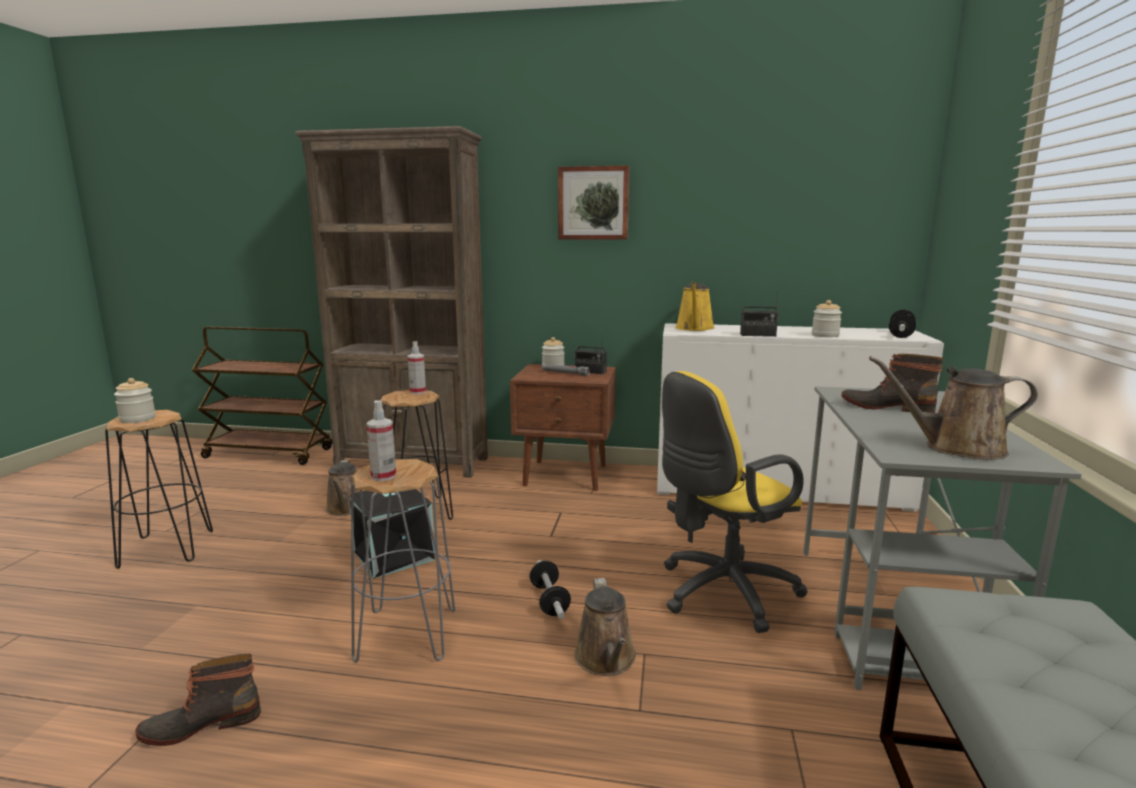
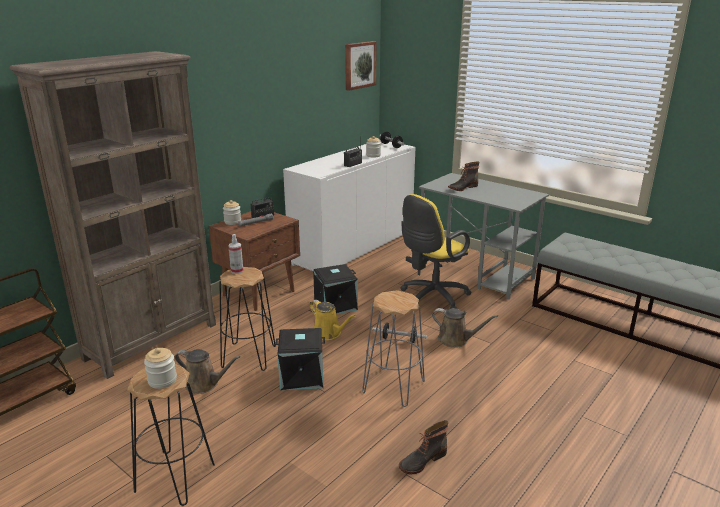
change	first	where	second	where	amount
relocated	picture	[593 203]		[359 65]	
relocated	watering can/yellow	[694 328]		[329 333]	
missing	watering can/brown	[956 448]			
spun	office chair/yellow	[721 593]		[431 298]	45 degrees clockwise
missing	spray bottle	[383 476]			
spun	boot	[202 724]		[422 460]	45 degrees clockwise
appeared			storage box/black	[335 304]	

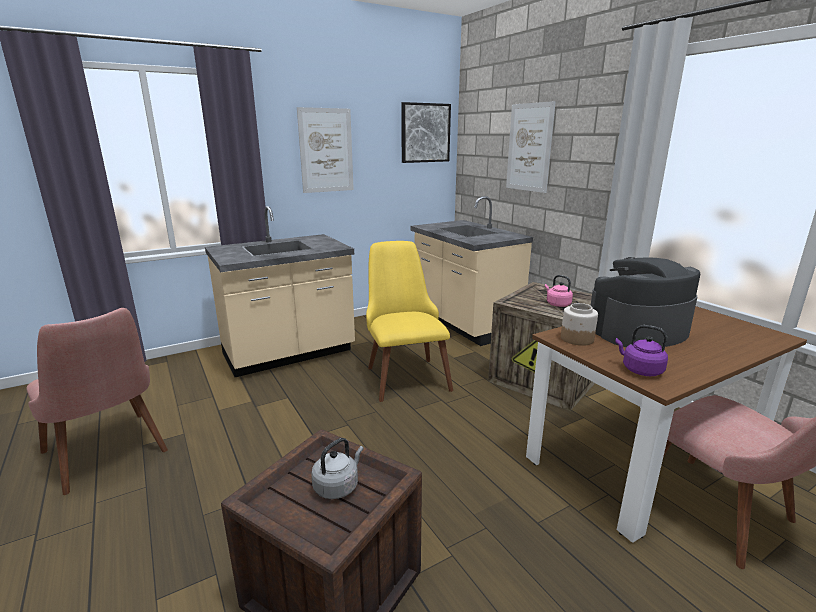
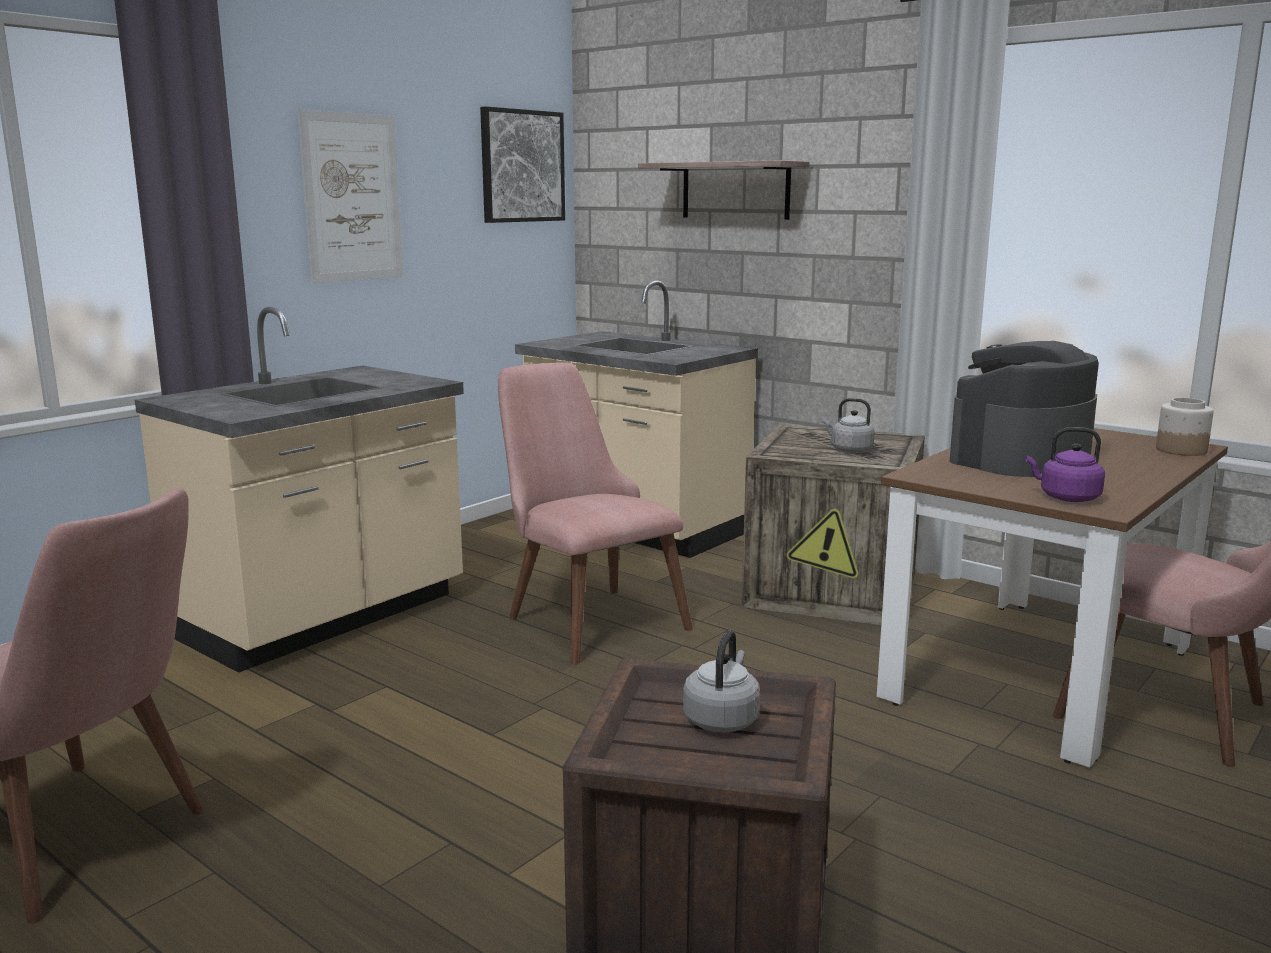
change	first	where	second	where	amount
exchanged	picture	[529 147]	shelf	[735 190]	
colour	chair/yellow	[404 373]	chair/pink	[584 616]	
colour	kettle/pink	[557 304]	kettle/grey	[849 449]	
relocated	jar	[576 339]		[1180 450]	

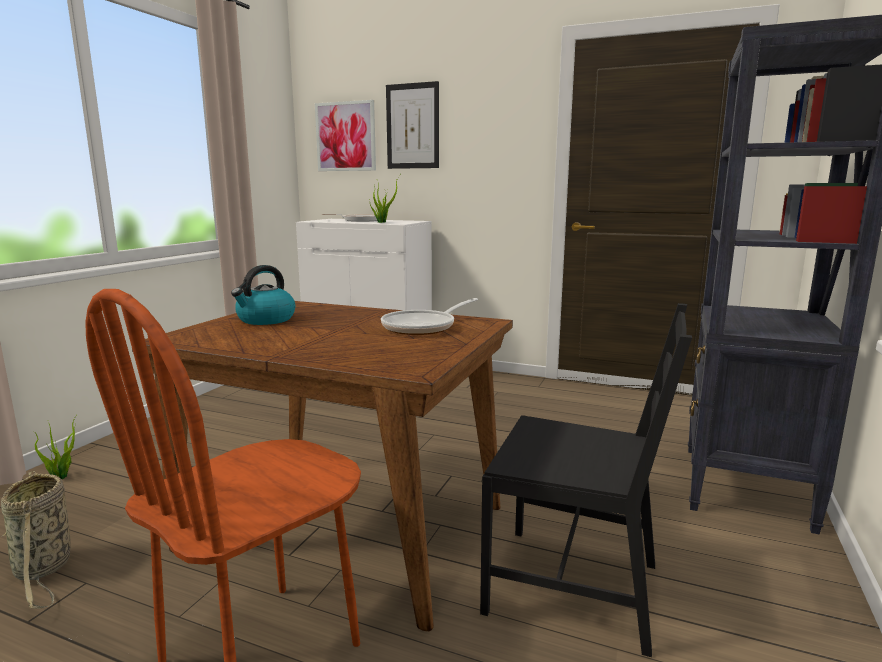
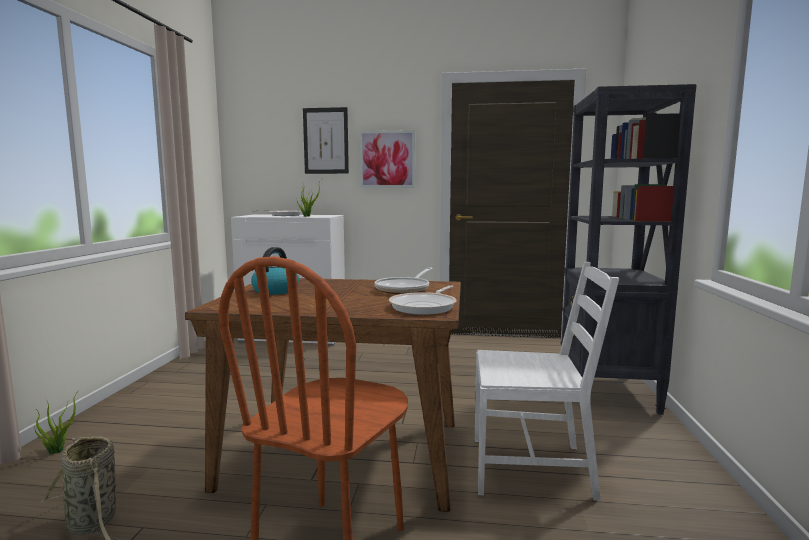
change	first	where	second	where	amount
relocated	picture	[346 136]		[387 159]	
colour	chair/black	[575 586]	chair/white	[531 467]	
appeared			frying pan	[425 307]	

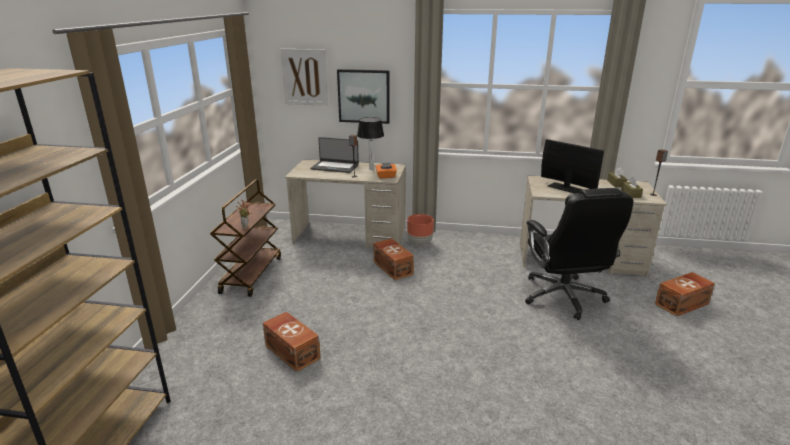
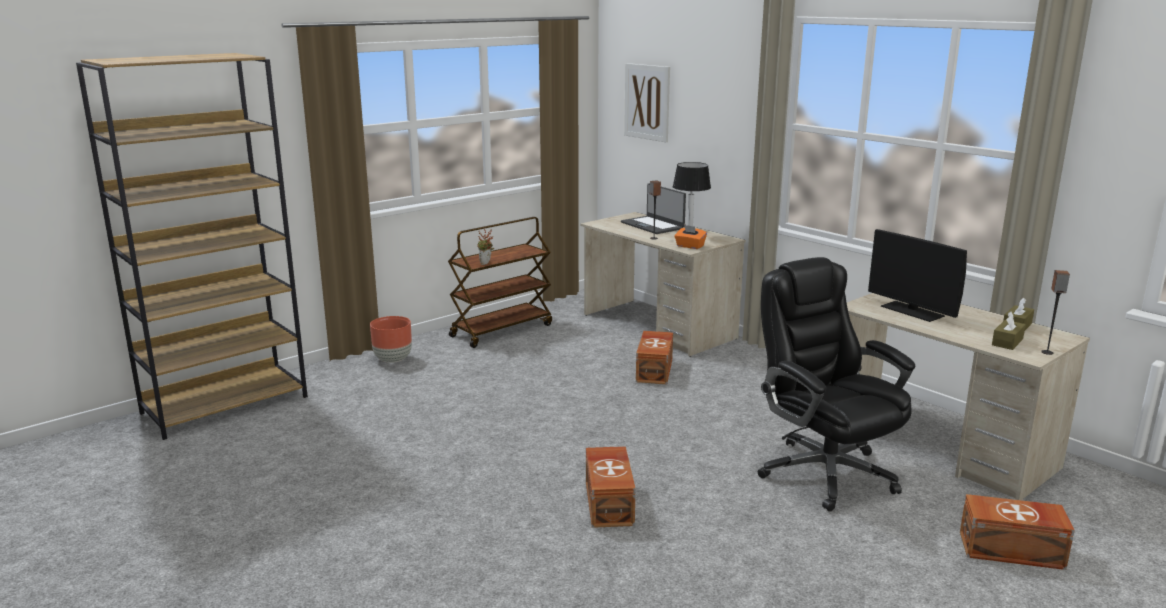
change	first	where	second	where	amount
missing	picture	[364 96]			
spun	monitor	[566 188]		[912 311]	150 degrees clockwise
spun	office chair/black	[563 297]		[824 472]	120 degrees clockwise
relocated	planter/brown	[420 243]		[393 360]	
relocated	storage box/brown	[292 351]		[610 502]	

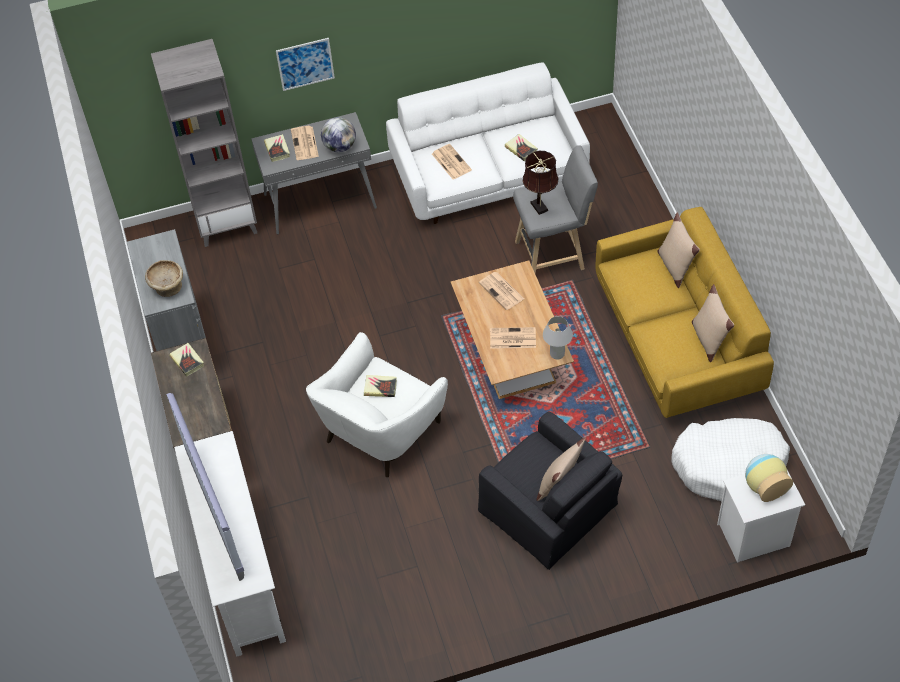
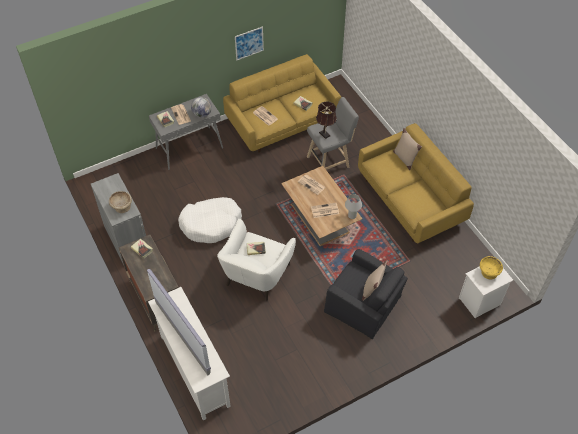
change	first	where	second	where	amount
relocated	picture	[305 64]		[249 43]	
missing	bookcase/grey	[227 223]			
colour	sofa/white	[489 176]	sofa/yellow	[283 122]	
missing	pillow/beige	[708 339]			
relocated	dog bed/white	[729 465]		[211 224]	
exchanged	vase	[764 485]	bowl/yellow	[488 272]	

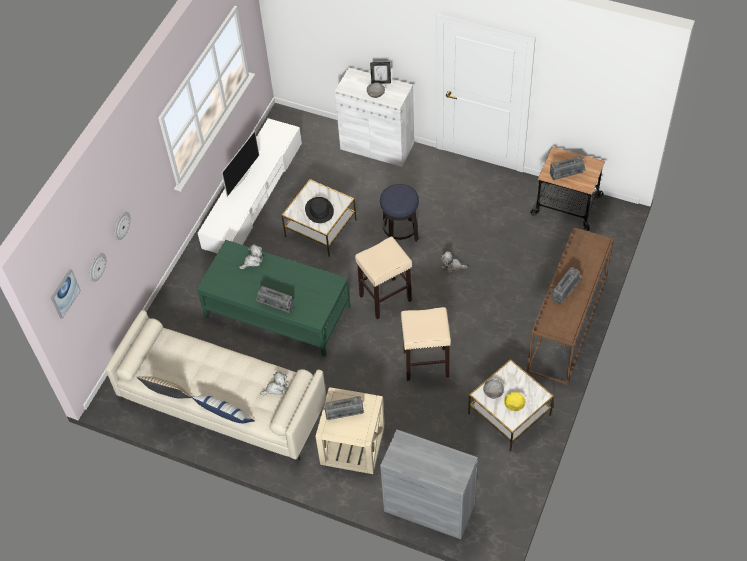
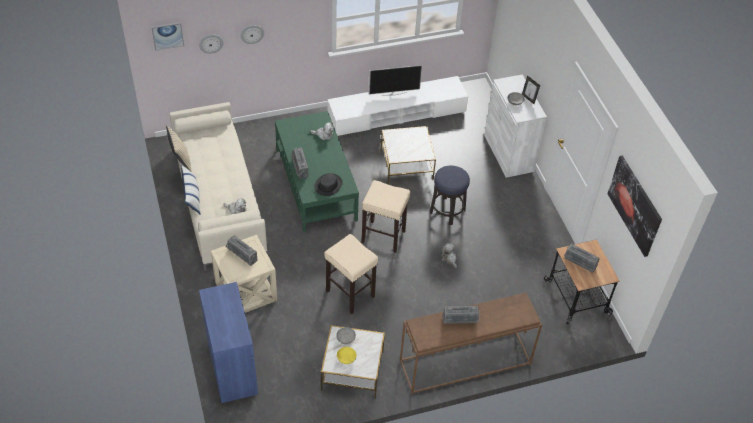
change	first	where	second	where	amount
relocated	hat/black	[319 210]		[328 185]	
colour	cabinet/grey	[429 507]	cabinet/blue	[232 367]	
appeared			picture	[635 205]	

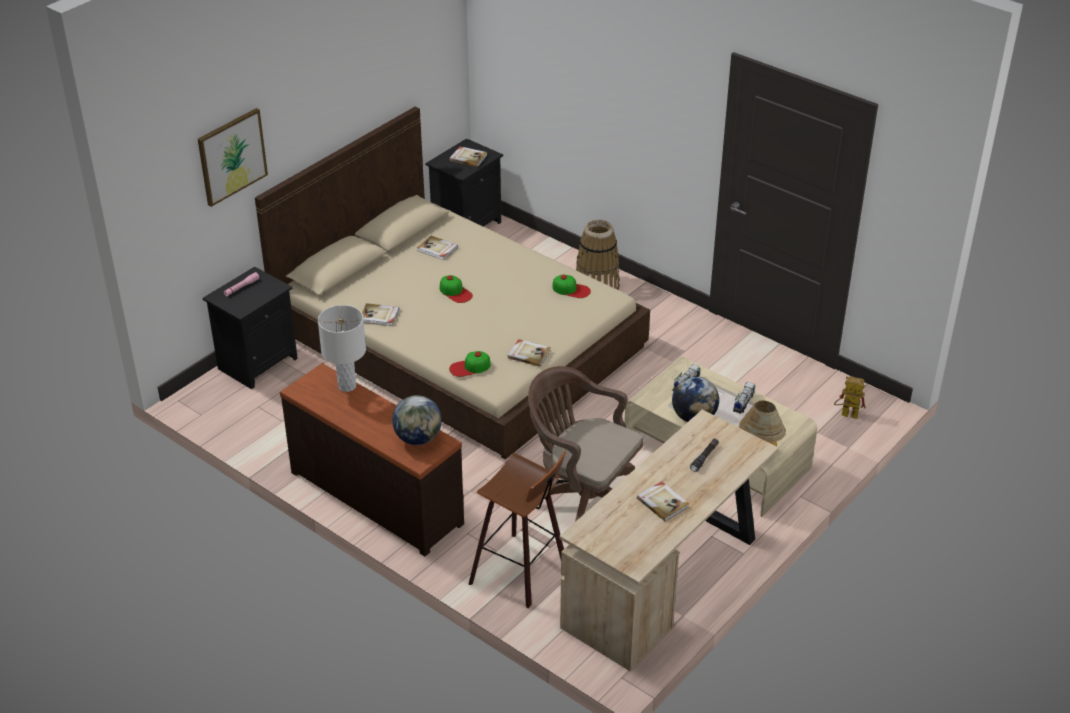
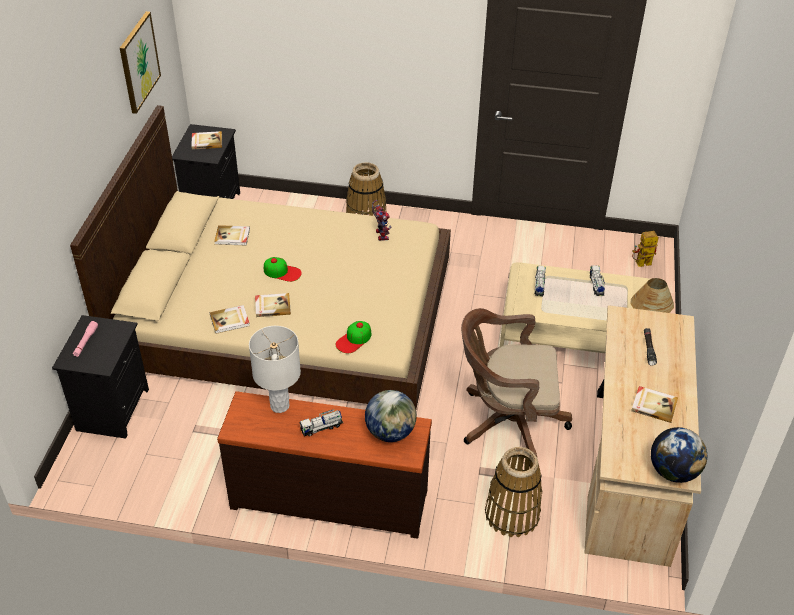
change	first	where	second	where	amount
relocated	picture	[232 156]		[139 62]	
exchanged	cap	[571 289]	toy robot	[380 234]	
relocated	book	[529 354]		[272 306]	
relocated	globe	[694 417]		[673 471]	
exchanged	stool	[522 572]	basket	[512 514]	
appeared			toy truck	[321 427]	

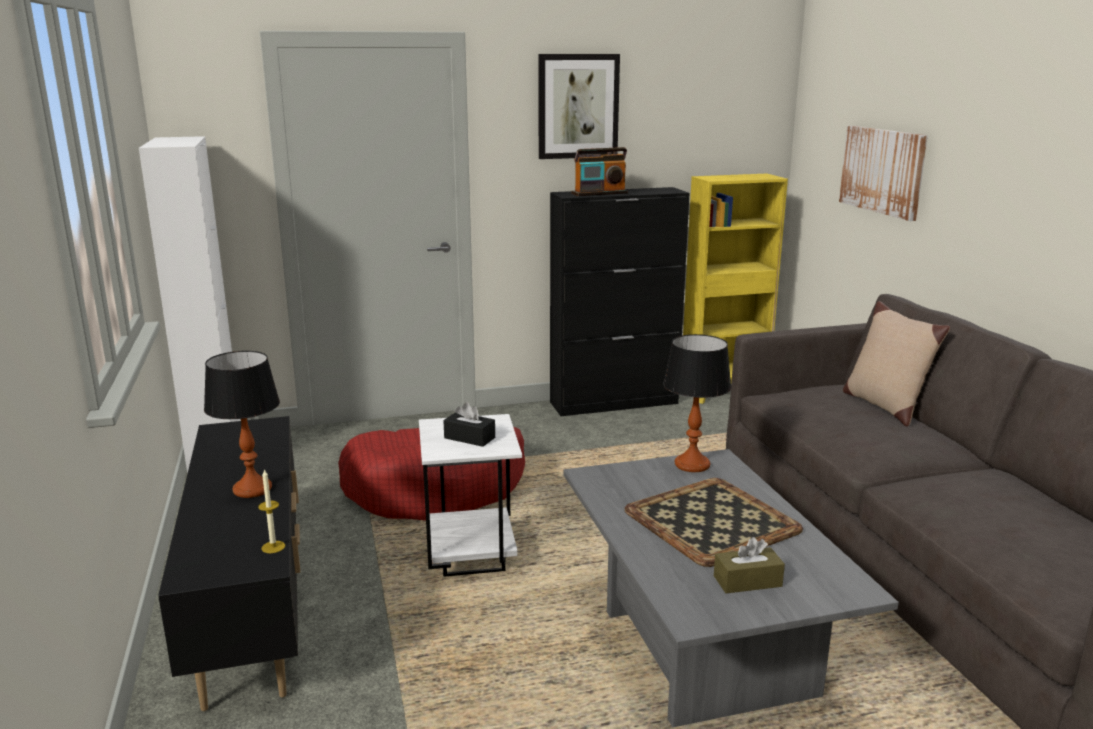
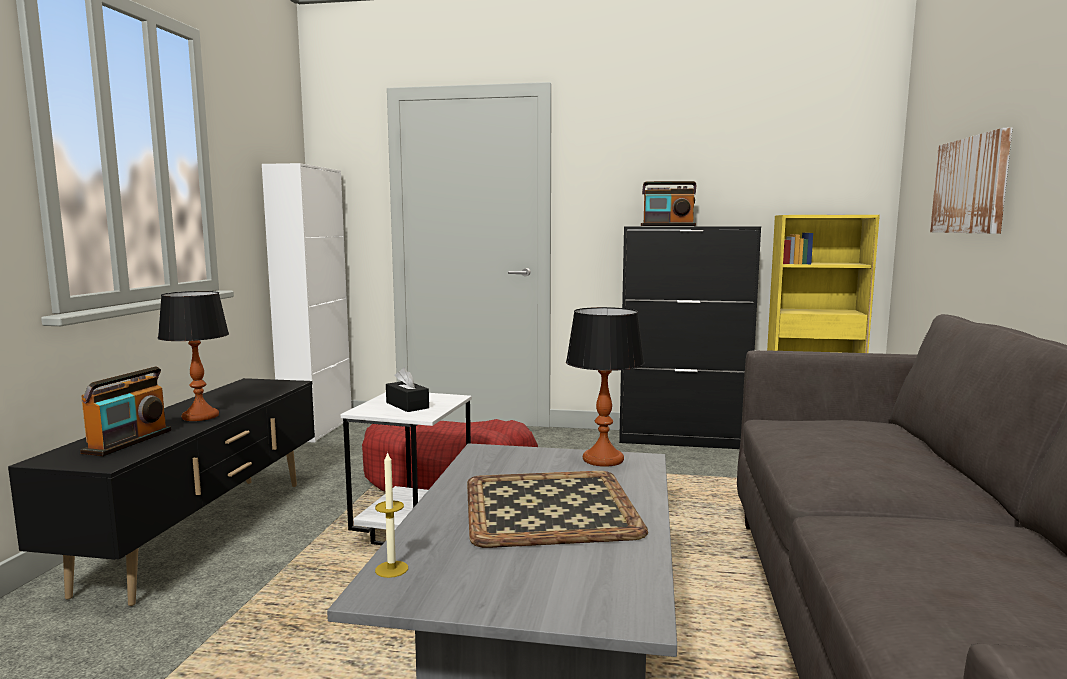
change	first	where	second	where	amount
missing	picture	[578 106]			
missing	pillow/beige	[884 406]			
relocated	candle	[273 547]		[391 569]	
missing	tissue box/brown	[747 581]			
appeared			radio	[128 441]	

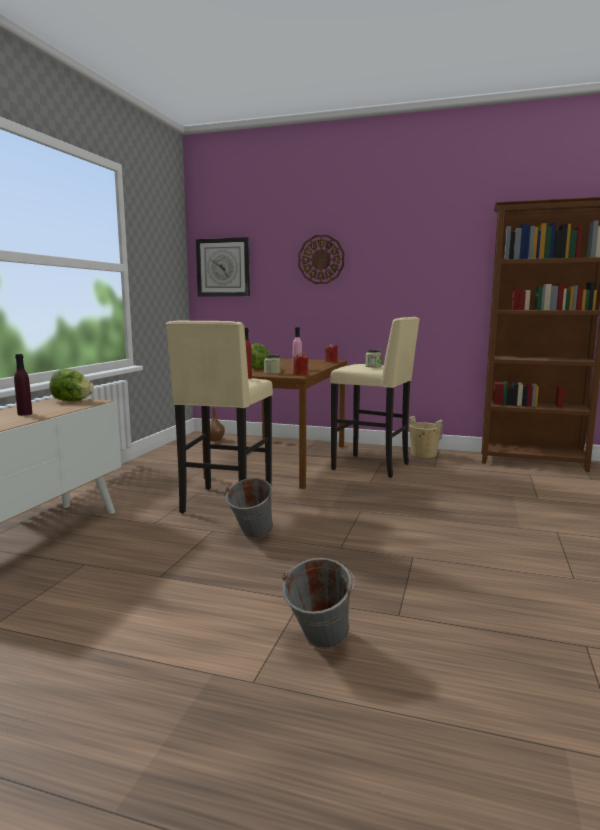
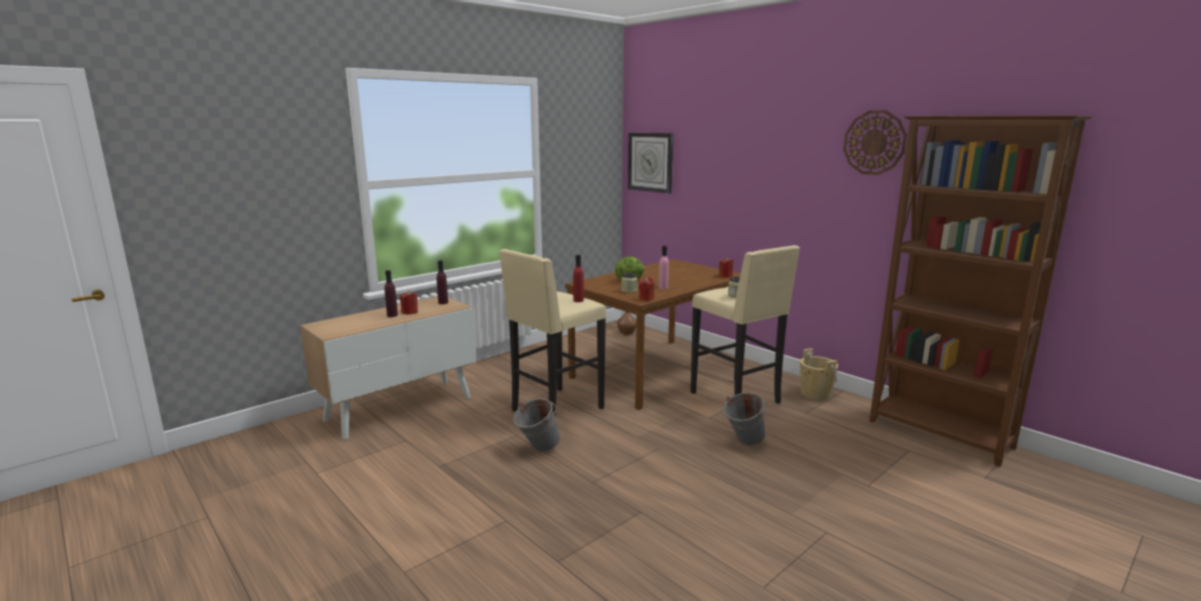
change	first	where	second	where	amount
relocated	wall clock	[321 259]		[874 142]	
exchanged	lettuce	[72 401]	bottle/purple	[443 303]	
relocated	bucket/grey	[318 645]		[743 443]	
appeared			candle/red	[410 312]	

